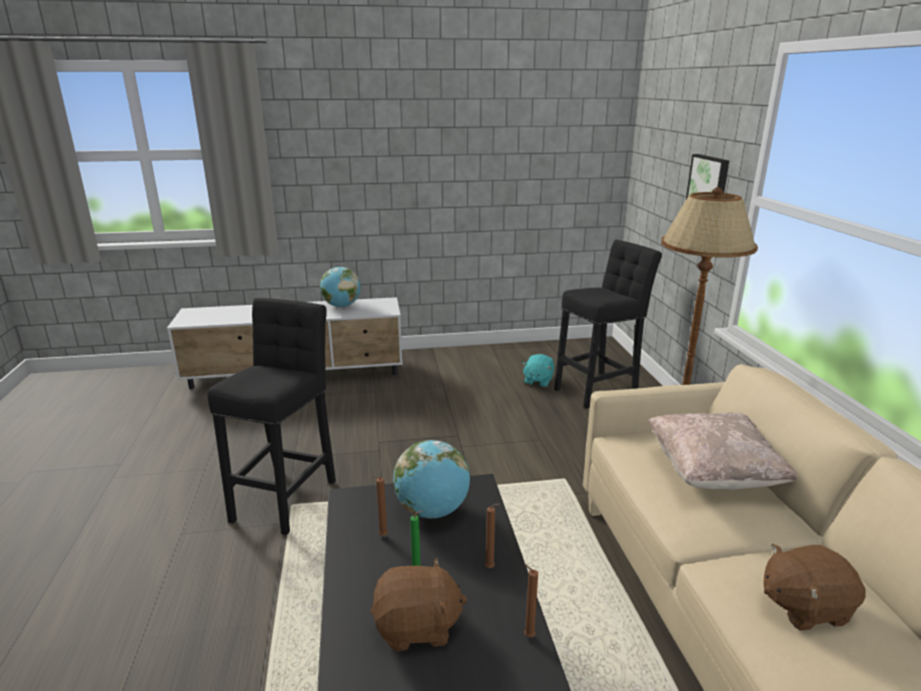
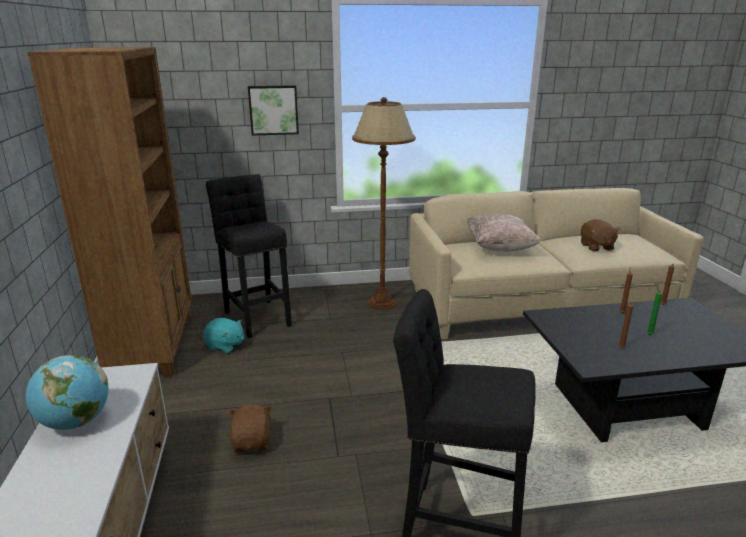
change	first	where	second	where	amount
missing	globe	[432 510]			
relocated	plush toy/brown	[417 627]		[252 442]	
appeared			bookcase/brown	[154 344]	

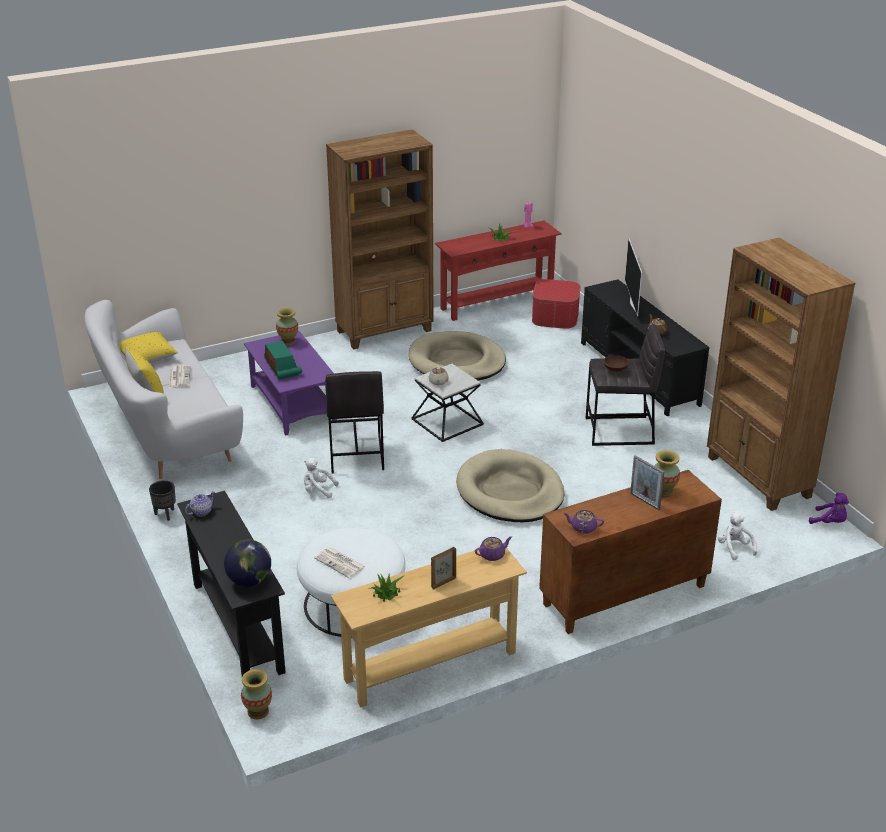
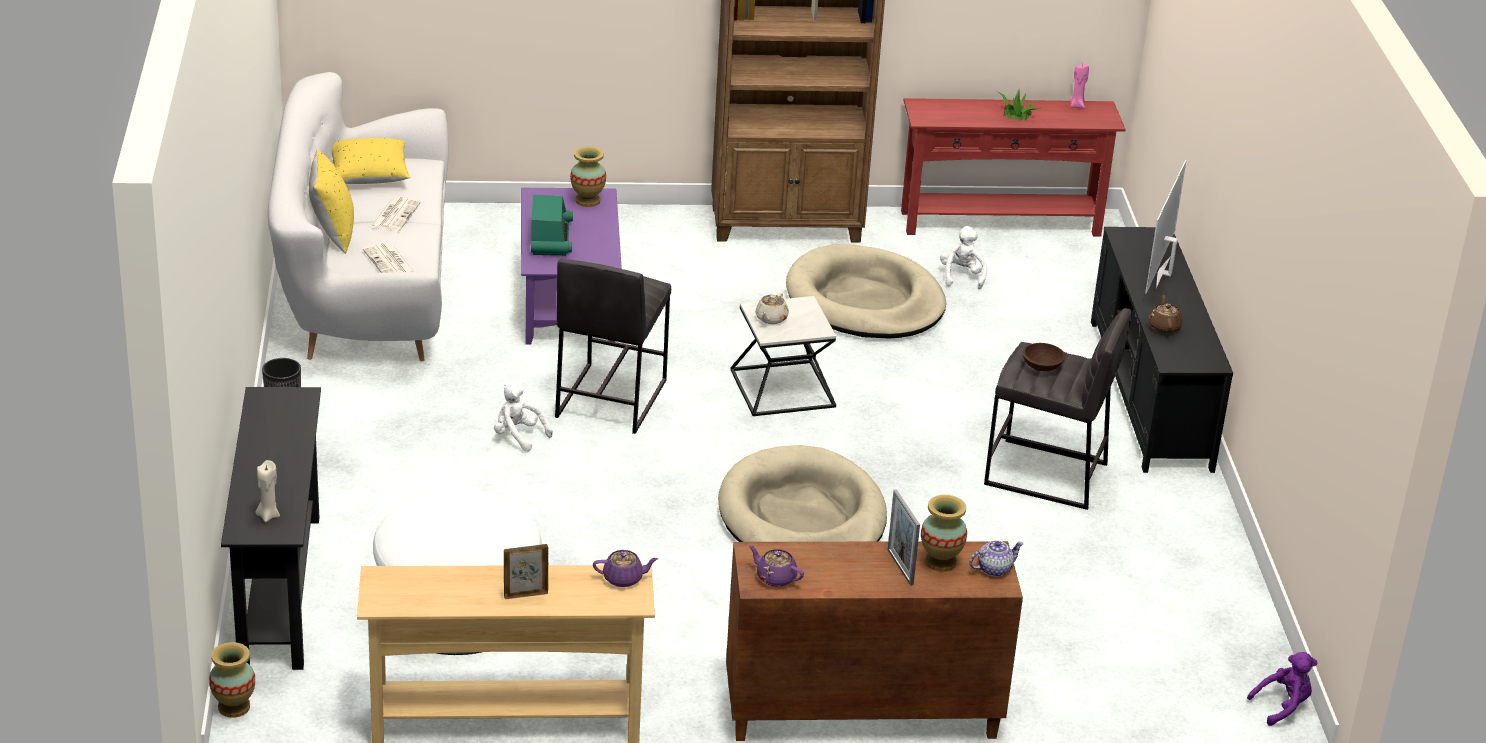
change	first	where	second	where	amount
missing	bookcase/brown	[758 477]			
missing	ottoman	[555 317]			
relocated	teapot	[201 512]		[993 569]	
spun	plush toy/purple	[829 522]		[1283 706]	75 degrees counterclockwise
relocated	plush toy/white	[734 548]		[962 276]	
exchanged	globe	[249 580]	candle/beige	[268 515]	
relocated	newspaper	[340 563]		[390 262]	
missing	potted plant	[386 592]			

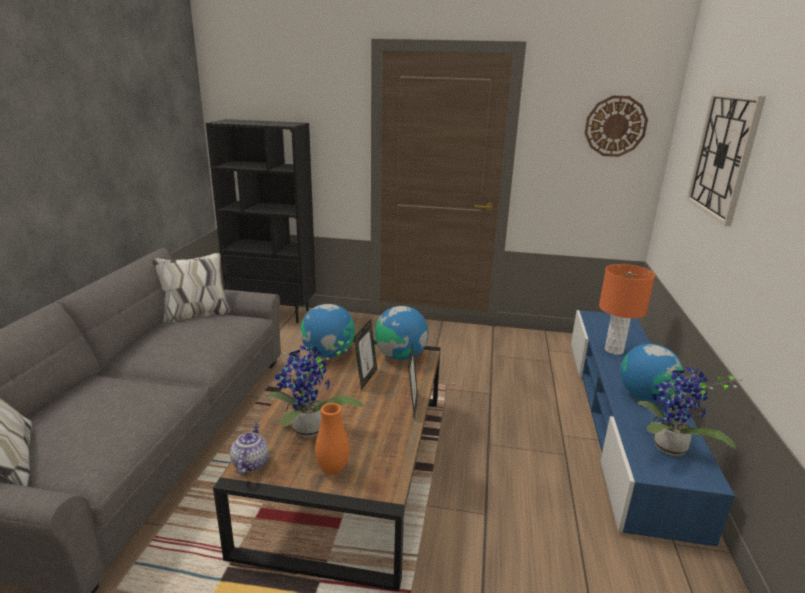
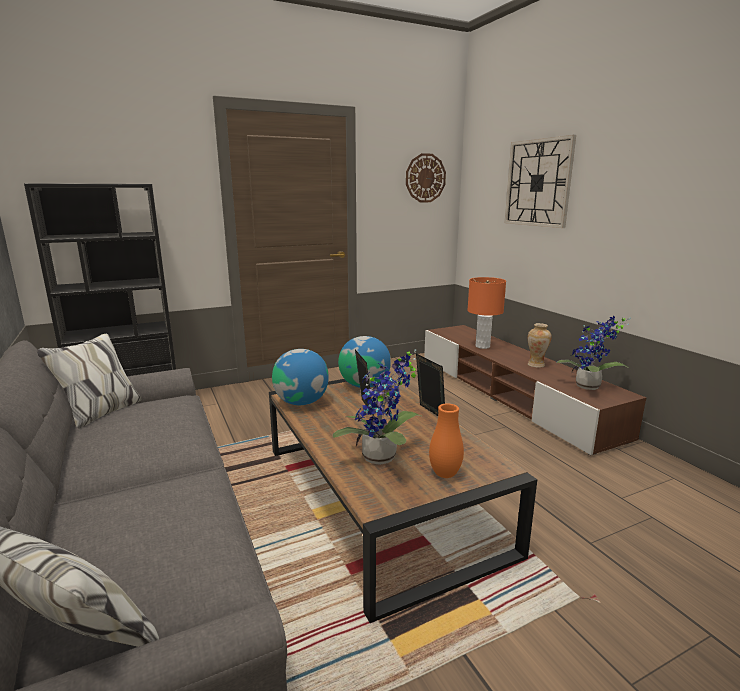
change	first	where	second	where	amount
colour	tv stand/blue	[624 421]	tv stand/brown	[511 395]	
exchanged	globe	[645 396]	vase	[536 365]	
missing	teapot	[250 463]			

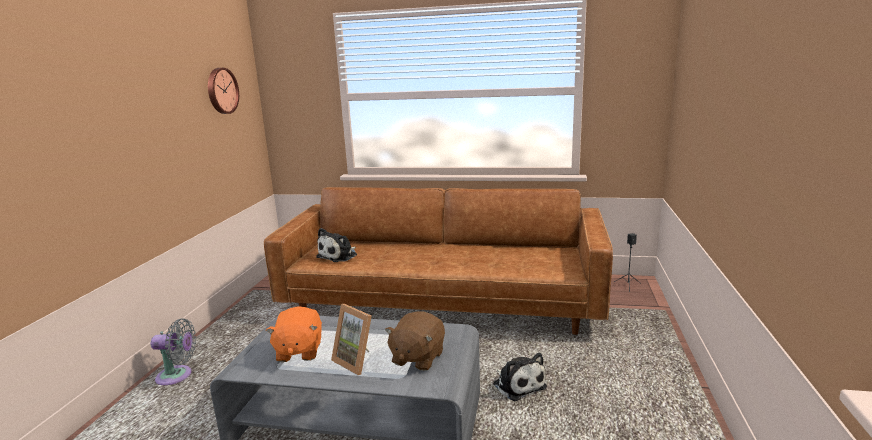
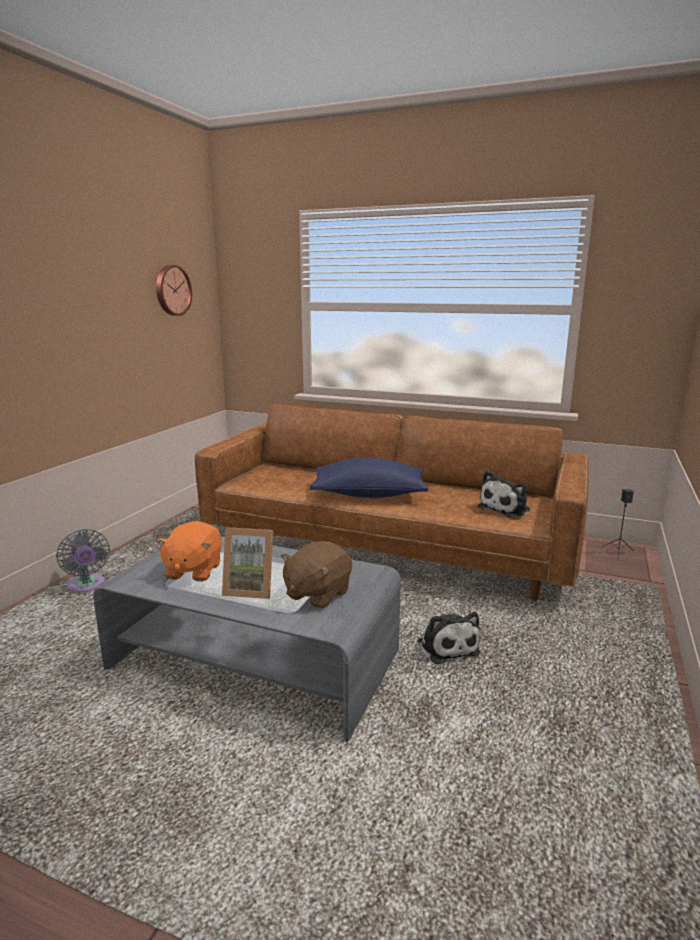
change	first	where	second	where	amount
relocated	plush toy	[339 256]		[506 508]	
spun	picture frame	[357 361]		[250 588]	45 degrees counterclockwise
spun	fan/grey	[177 376]		[87 586]	45 degrees clockwise
appeared			pillow/blue	[369 494]	

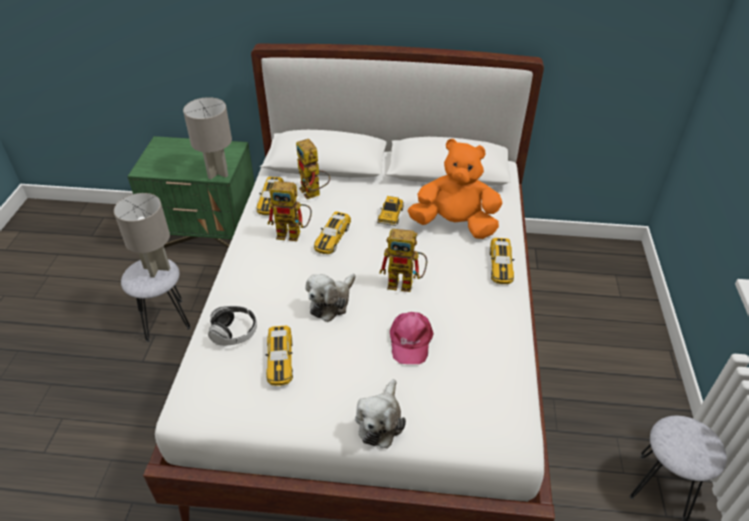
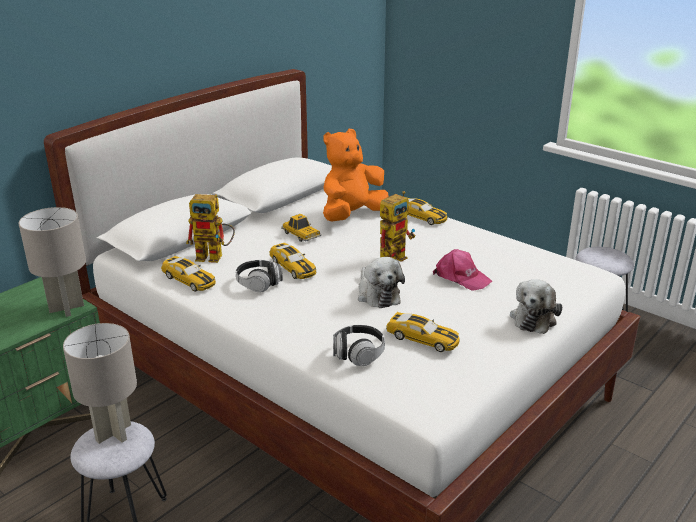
change	first	where	second	where	amount
exchanged	toy robot	[294 234]	headphones	[259 284]	
spun	plush toy	[380 421]		[534 318]	60 degrees clockwise

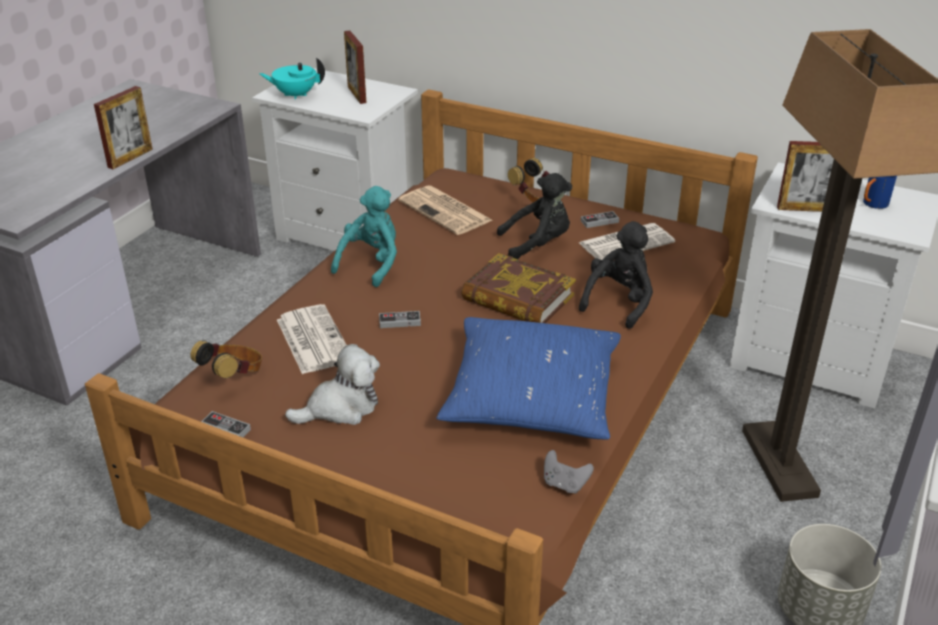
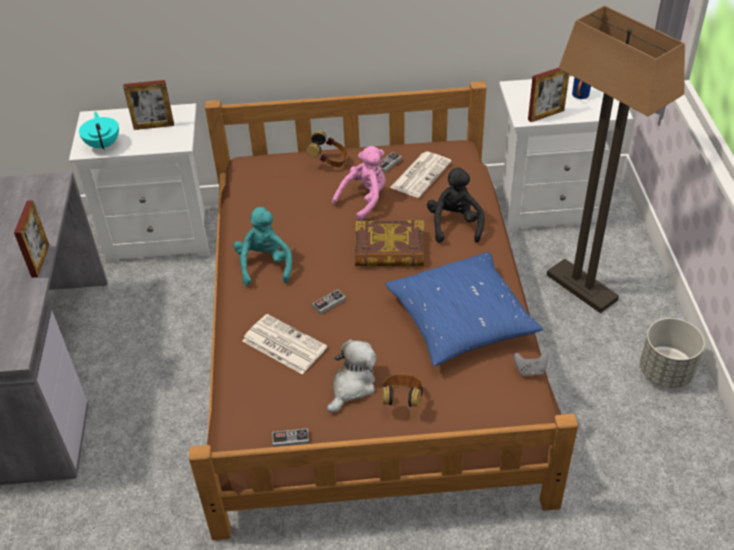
change	first	where	second	where	amount
spun	picture frame	[357 94]		[154 126]	45 degrees counterclockwise
spun	teapot/turquoise	[295 95]		[103 144]	105 degrees clockwise
colour	plush toy/black	[538 244]	plush toy/pink	[364 200]	
missing	newspaper	[446 211]			
relocated	headphones	[233 376]		[402 400]	

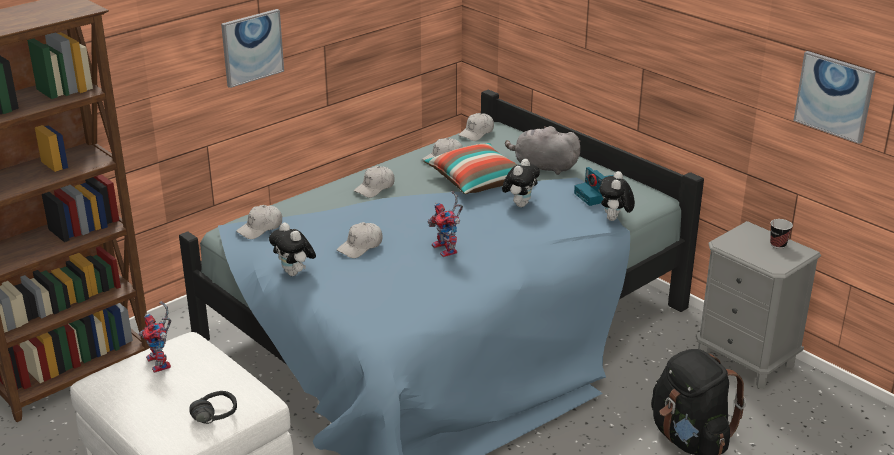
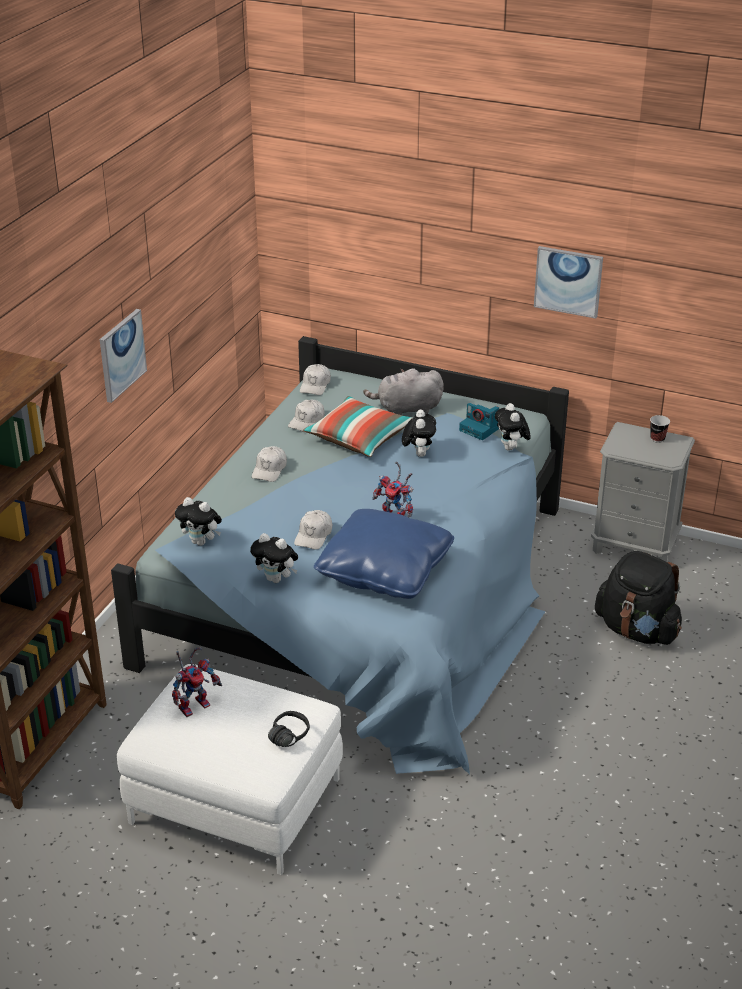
change	first	where	second	where	amount
relocated	picture	[834 96]		[568 281]	
exchanged	cap/white	[260 228]	plush toy	[201 542]	
spun	toy robot	[162 364]		[195 704]	75 degrees counterclockwise
appeared			pillow/blue	[384 571]	

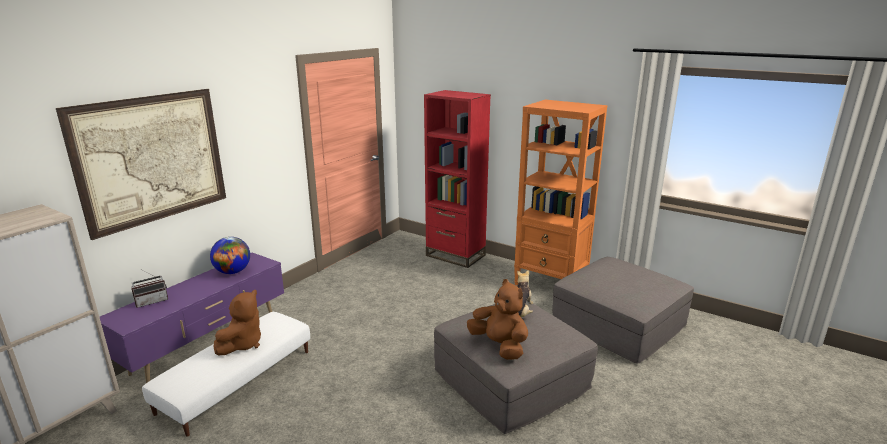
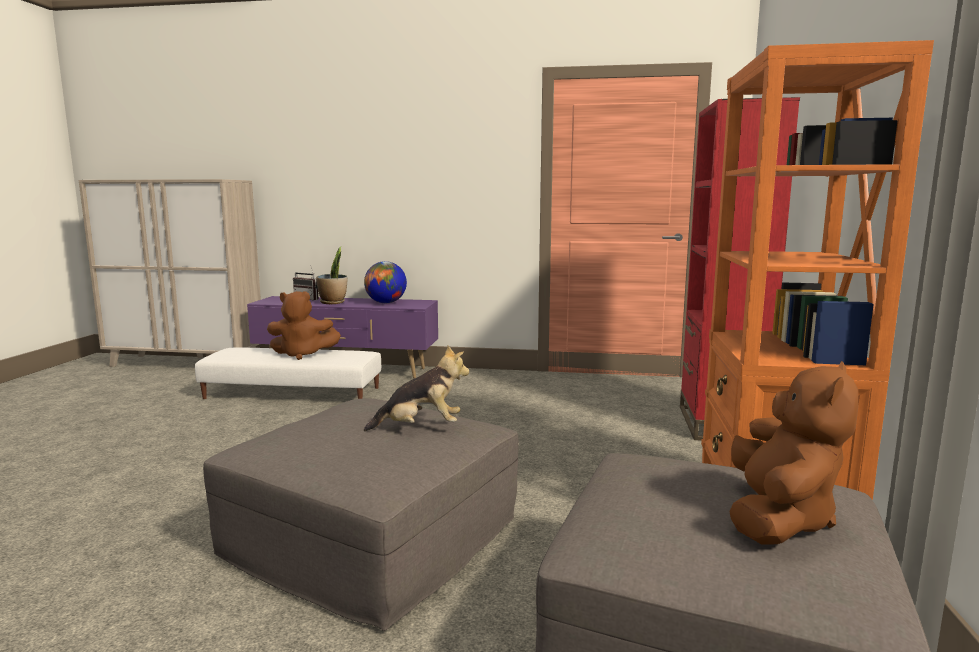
change	first	where	second	where	amount
missing	picture	[152 159]			
relocated	plush toy/brown	[499 346]		[778 519]	
appeared			potted plant	[333 302]	

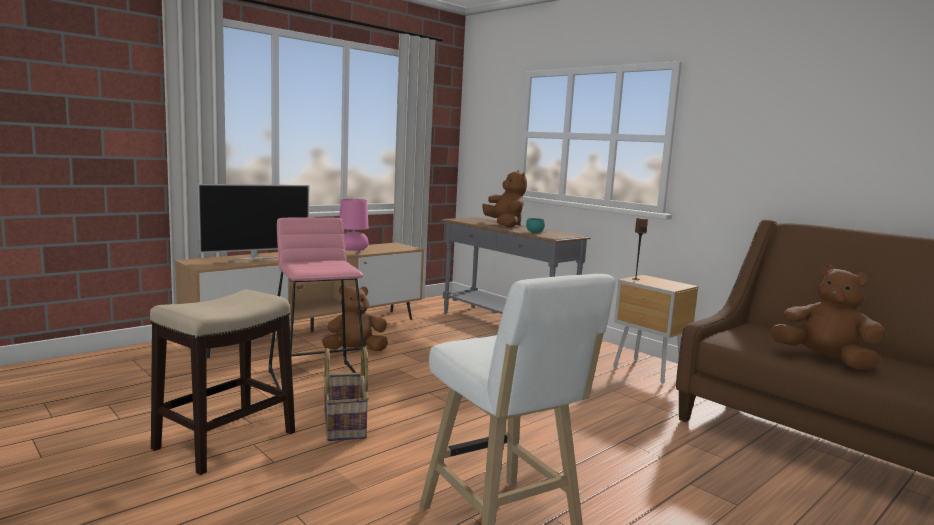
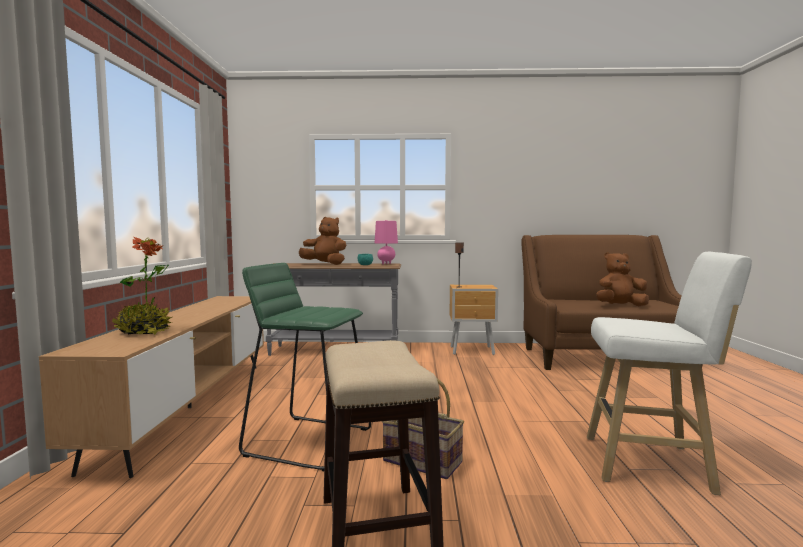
change	first	where	second	where	amount
exchanged	television	[255 258]	potted plant	[144 332]	
relocated	table lamp/pink	[353 253]		[386 263]	
colour	stool/pink	[318 379]	stool/green	[308 441]	
missing	plush toy/brown	[355 351]			

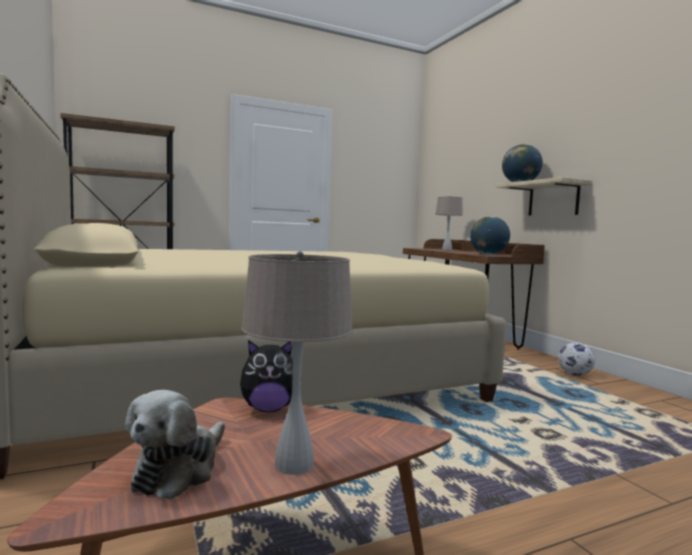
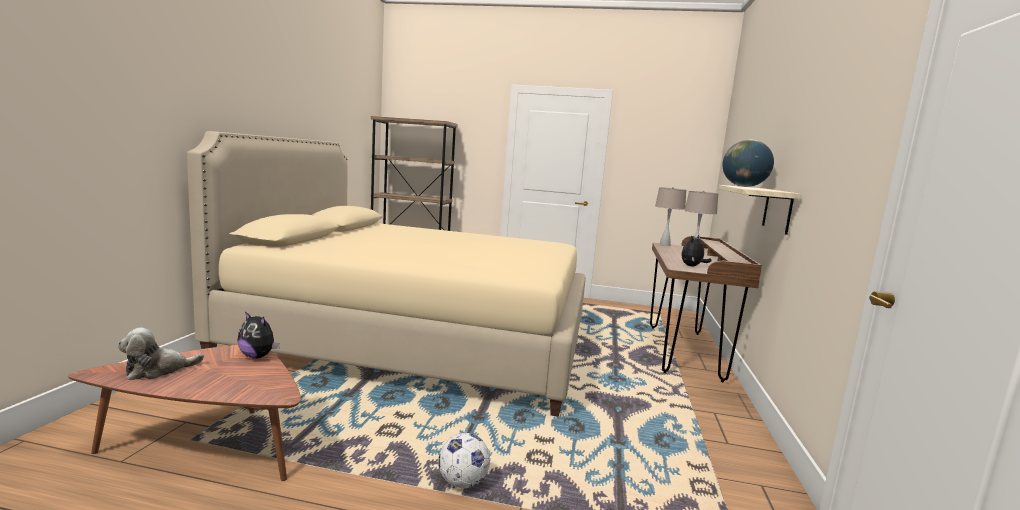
change	first	where	second	where	amount
exchanged	globe	[489 254]	plush toy	[692 266]	
relocated	table lamp/beige	[295 465]		[665 244]	
relocated	football	[575 374]		[463 482]	

